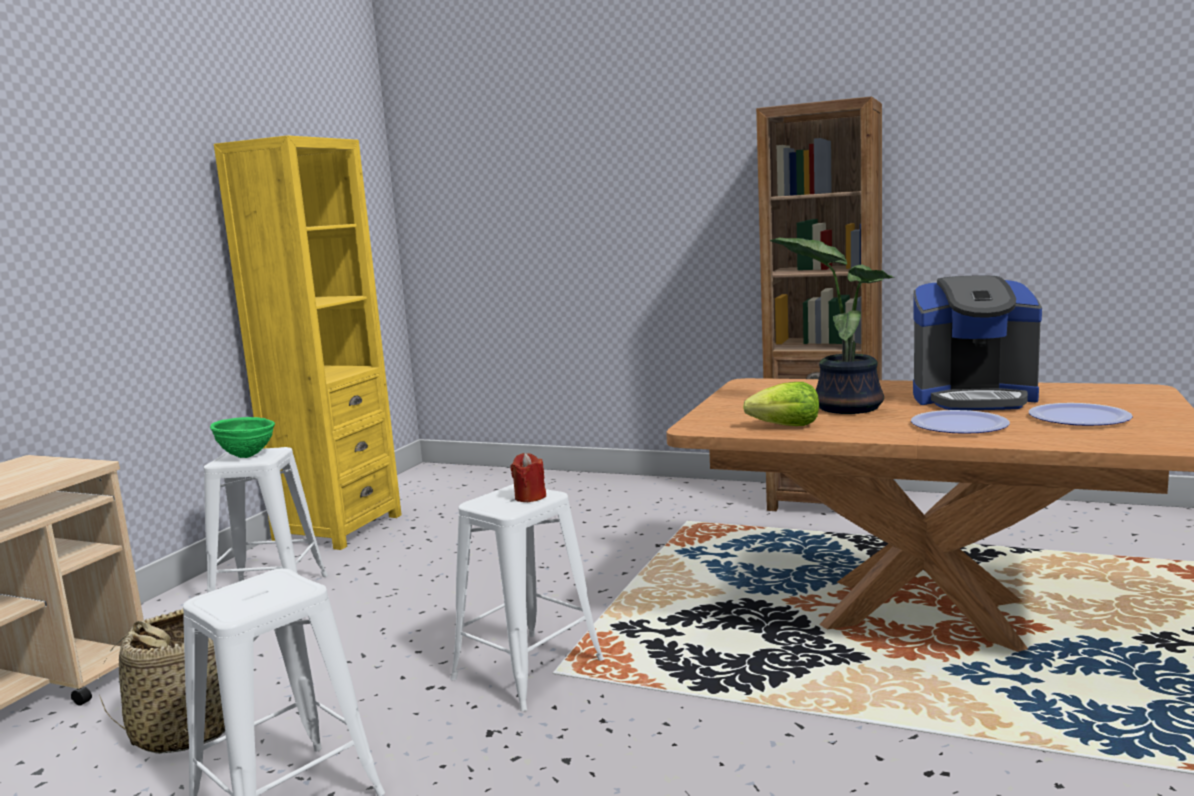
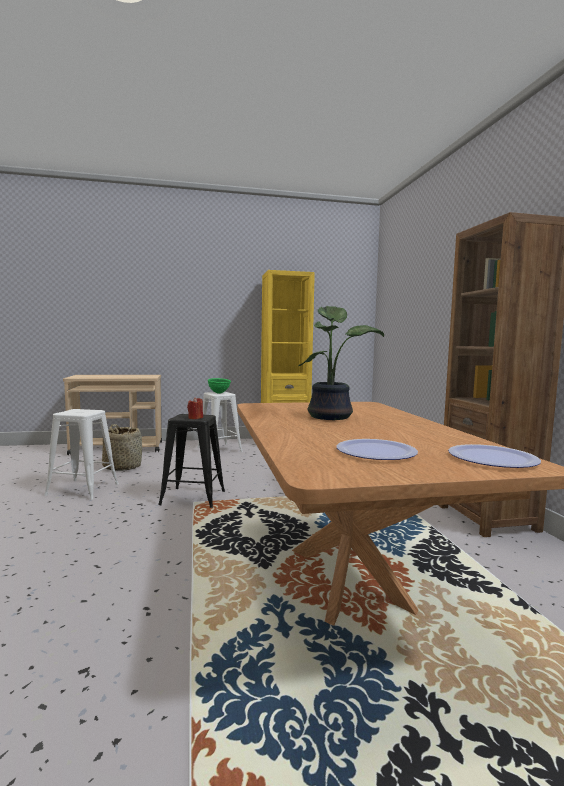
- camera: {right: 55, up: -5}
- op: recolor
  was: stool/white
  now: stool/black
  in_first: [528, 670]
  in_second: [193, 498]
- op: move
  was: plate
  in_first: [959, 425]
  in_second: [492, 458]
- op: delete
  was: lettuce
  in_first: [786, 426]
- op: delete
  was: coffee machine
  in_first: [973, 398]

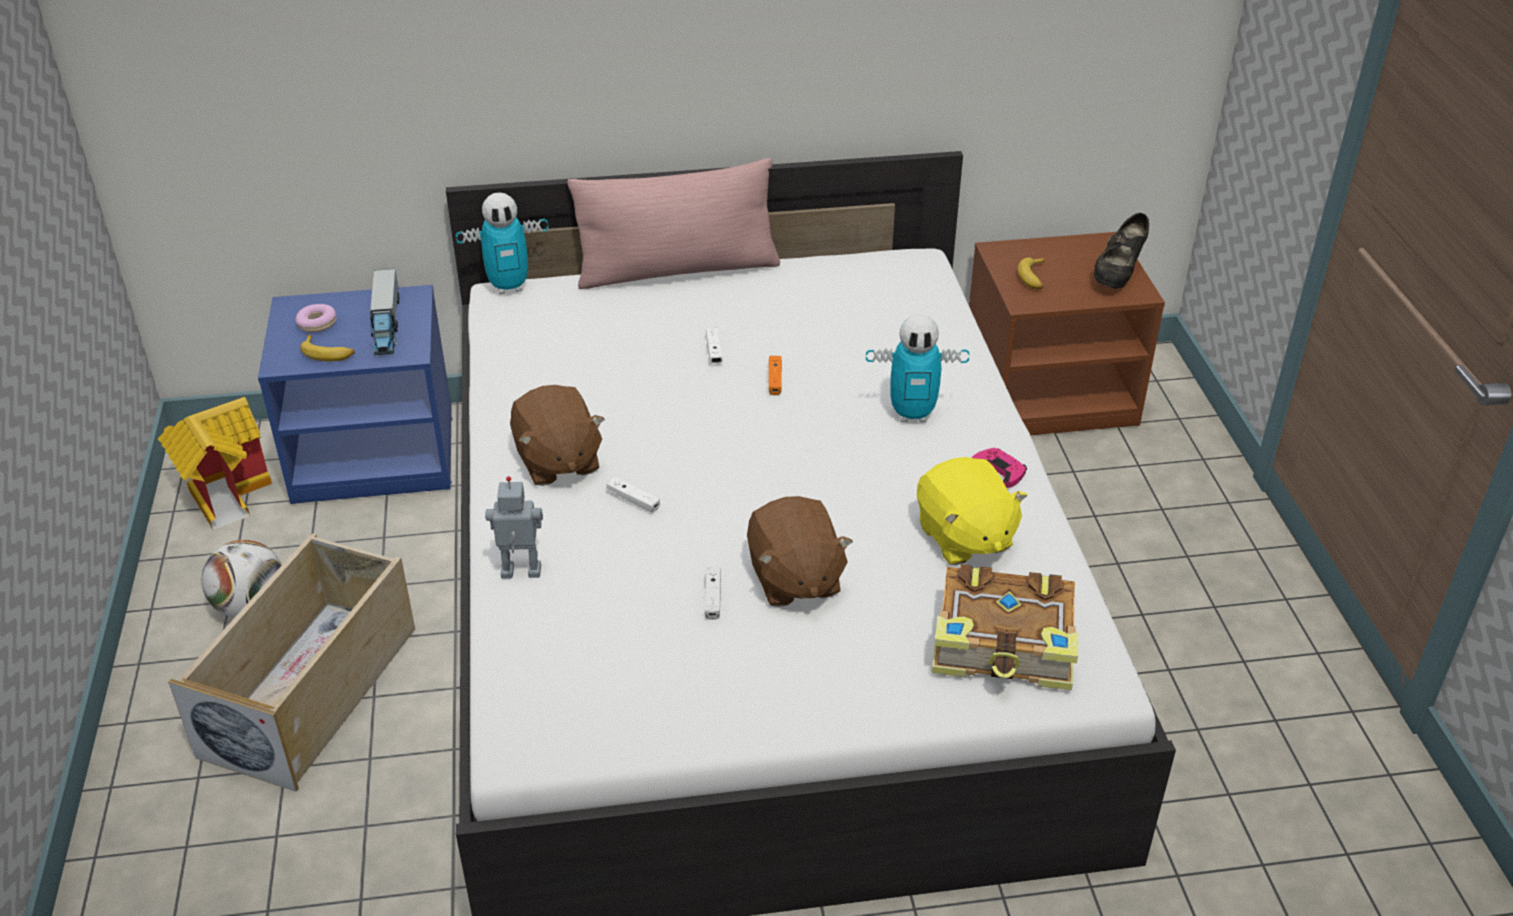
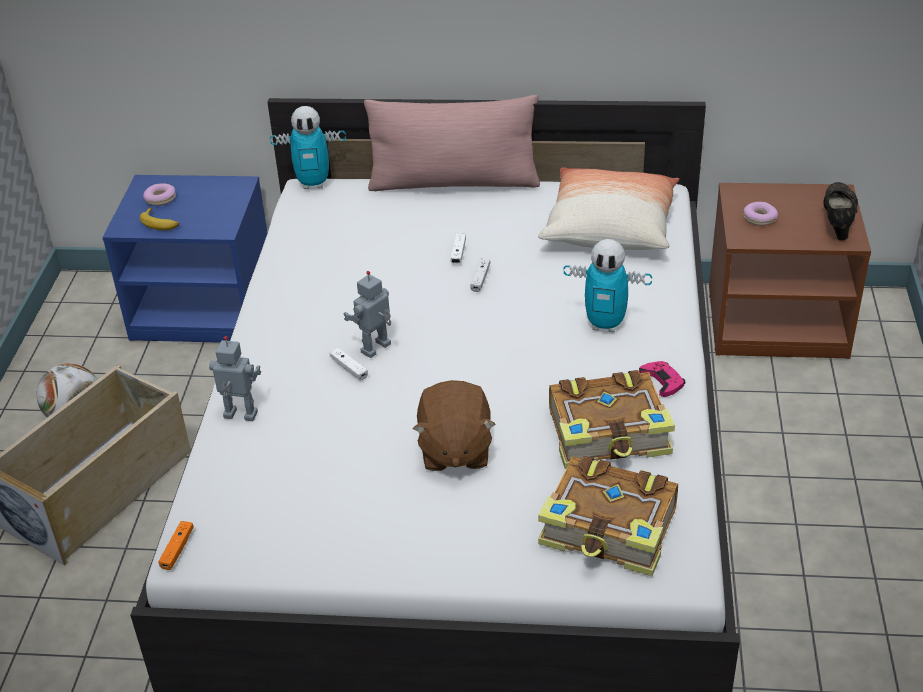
- camera: {right: 15, up: 0}
- op: move
  was: game controller/orange
  in_first: [775, 380]
  in_second: [177, 549]
- op: insert
  now: toy robot
  in_second: [377, 349]
- op: move
  was: game controller/white
  in_first: [713, 598]
  in_second: [480, 279]
- op: insert
  now: pillow
  in_second: [609, 227]
- op: replace
  was: plush toy/yellow
  now: book
  in_first: [964, 537]
  in_second: [610, 434]
- op: replace
  was: banana
  now: donut
  in_first: [1034, 278]
  in_second: [759, 218]
- op: rotate
  was: shoe/black
  in_first: [1118, 273]
  in_second: [837, 221]
  clockwise: 150
- op: delete
  was: toy house
  in_first: [226, 493]
- op: delete
  was: toy truck
  in_first: [386, 324]
- op: delete
  was: plush toy/brown
  in_first: [557, 461]

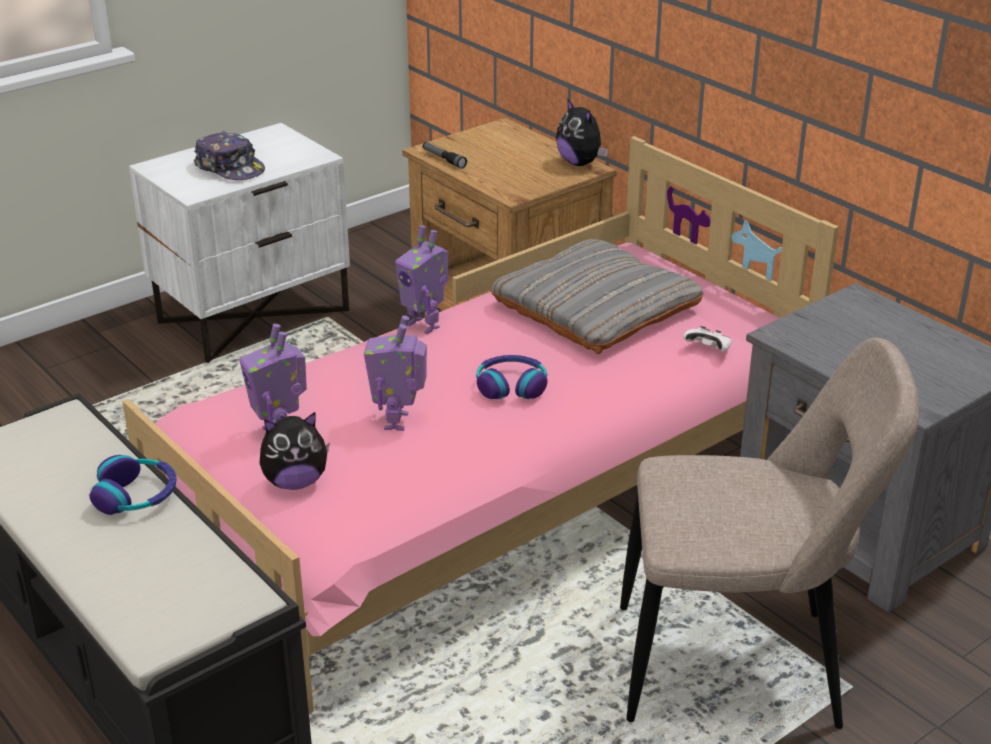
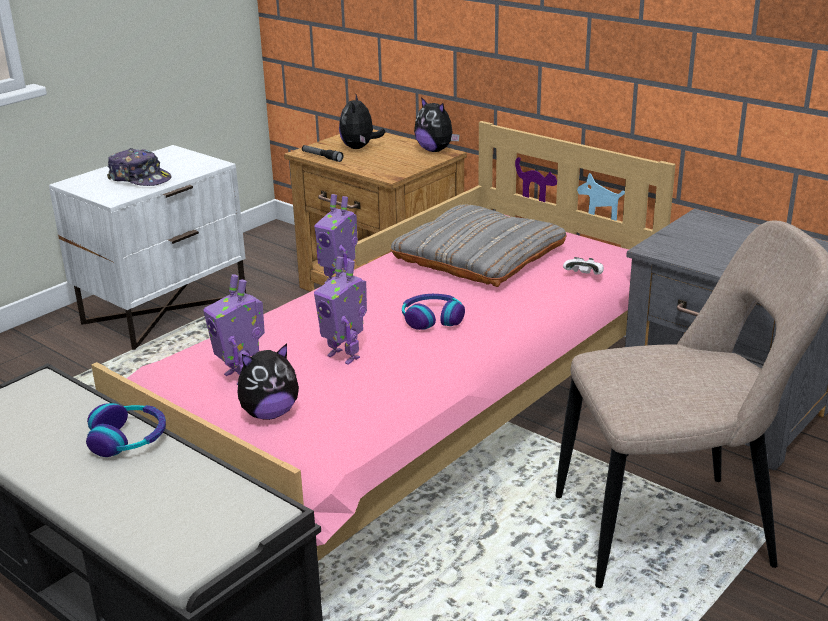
- camera: {right: -10, up: -5}
- op: rotate
  was: toy robot
  in_first: [398, 421]
  in_second: [345, 356]
  clockwise: -45
- op: insert
  now: plush toy
  in_second: [359, 148]

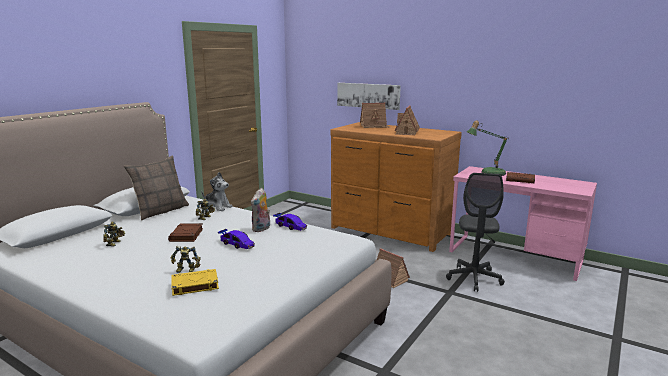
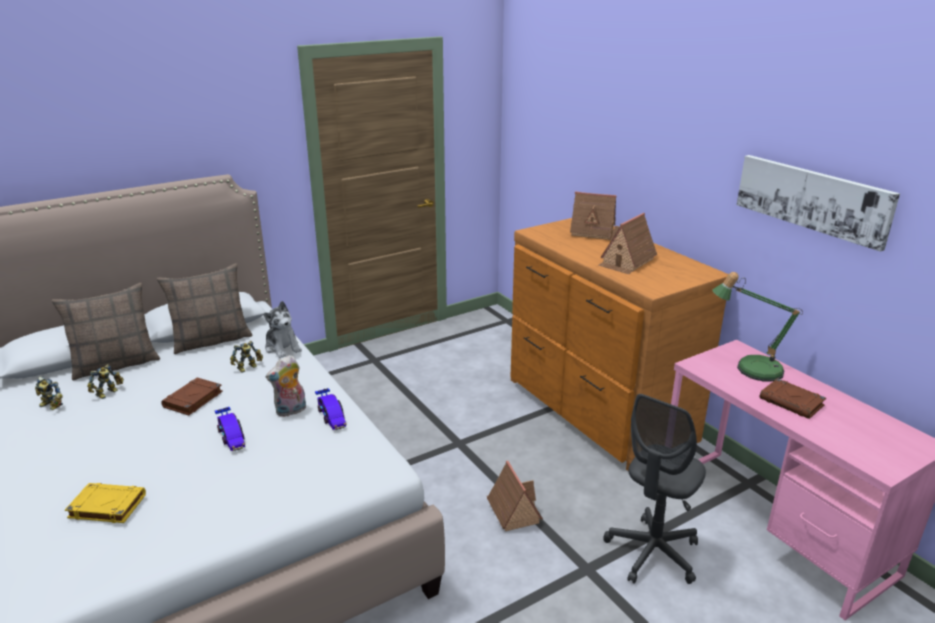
- camera: {right: 25, up: 10}
- op: move
  was: toy robot
  in_first: [186, 270]
  in_second: [50, 406]
- op: insert
  now: pillow
  in_second: [116, 364]
- op: move
  was: picture
  in_first: [368, 95]
  in_second: [812, 199]

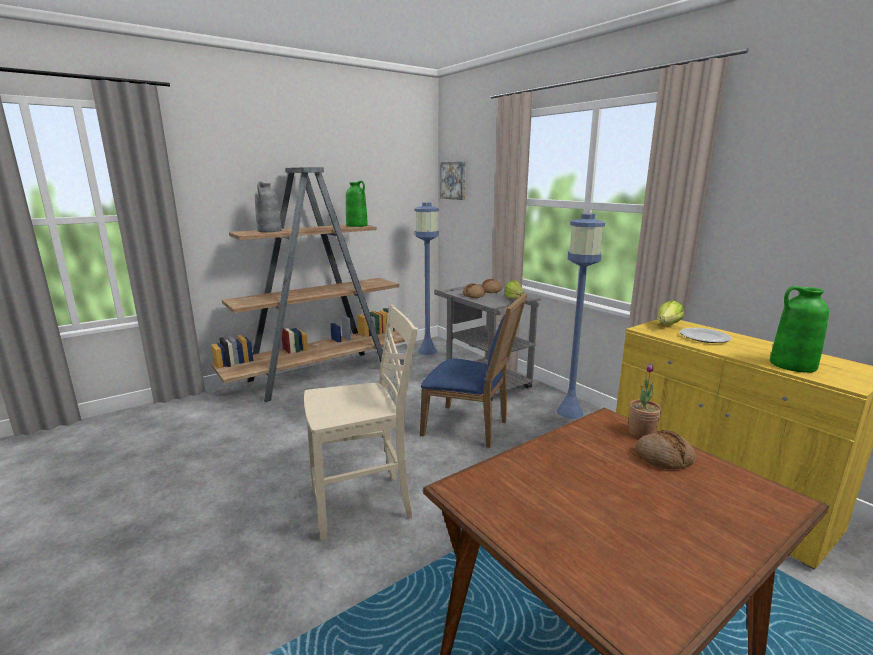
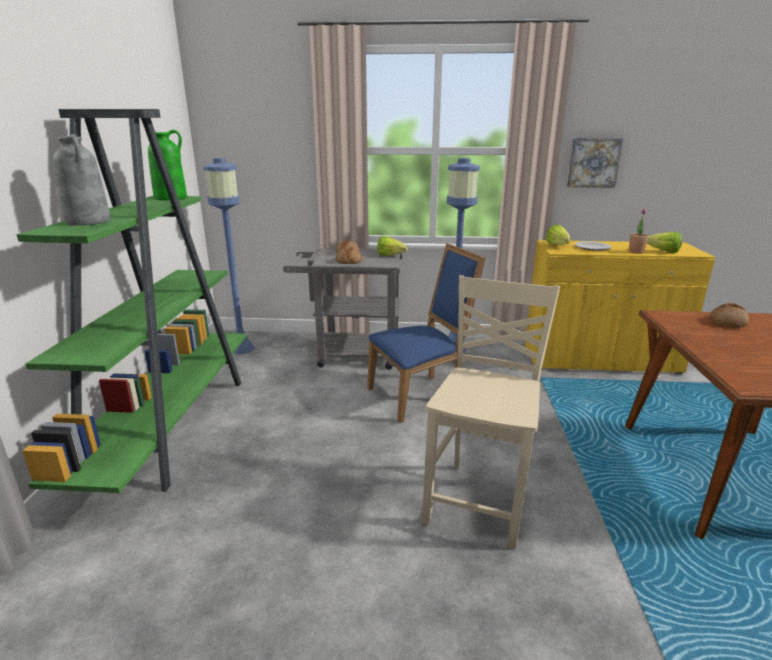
- camera: {right: -50, up: 5}
- op: recolor
  was: bookcase/brown
  now: bookcase/green
  in_first: [322, 374]
  in_second: [171, 424]
- op: move
  was: picture
  in_first: [454, 180]
  in_second: [593, 162]
- op: move
  was: potted plant
  in_first: [641, 432]
  in_second: [636, 252]
- op: replace
  was: vase/green
  now: lettuce
  in_first: [792, 365]
  in_second: [660, 251]

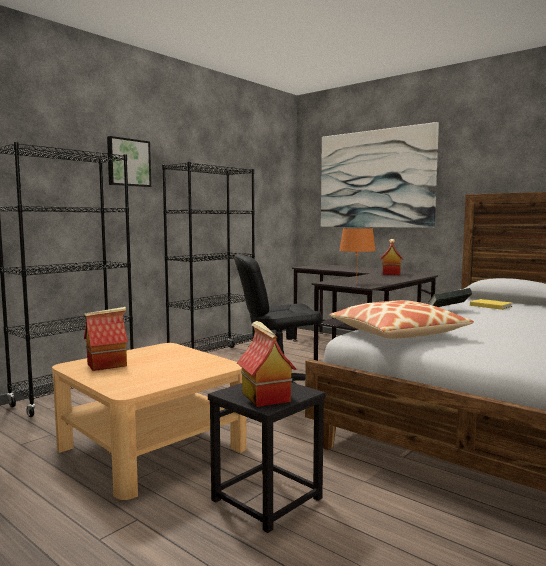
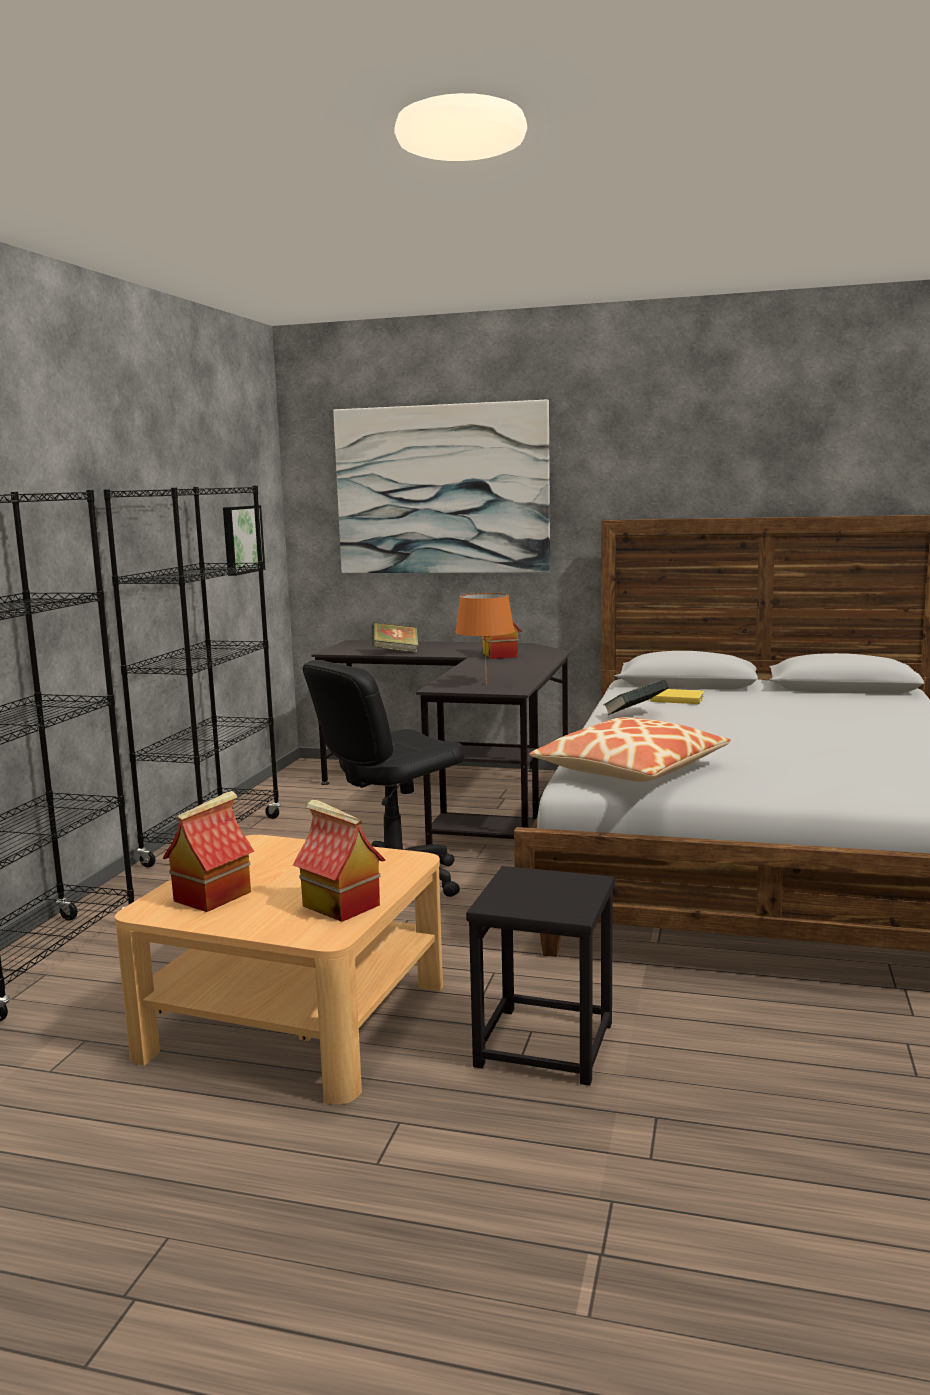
- camera: {right: -25, up: 5}
- op: move
  was: picture
  in_first: [128, 162]
  in_second: [241, 539]
- op: move
  was: toy house
  in_first: [264, 397]
  in_second: [339, 905]
- op: insert
  now: book
  in_second: [395, 652]

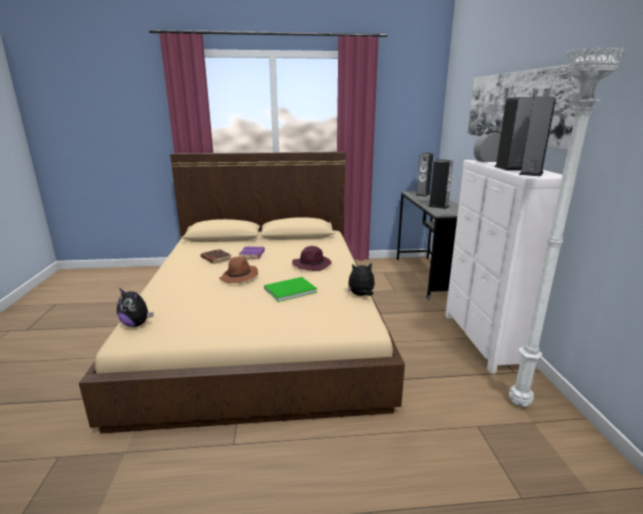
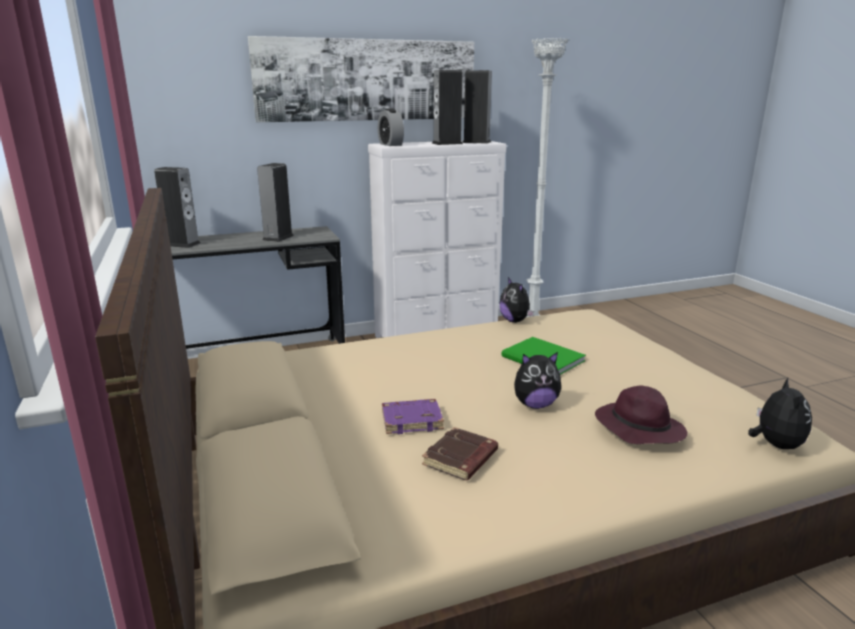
- camera: {right: -105, up: 0}
- op: replace
  was: hat/brown
  now: plush toy
  in_first: [239, 277]
  in_second: [535, 404]
- op: move
  was: hat/purple
  in_first: [312, 265]
  in_second: [637, 428]

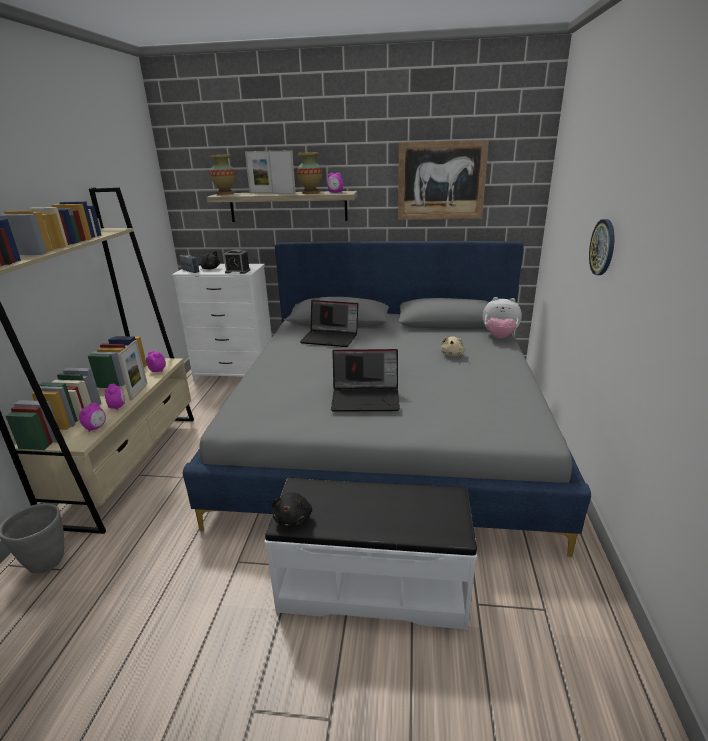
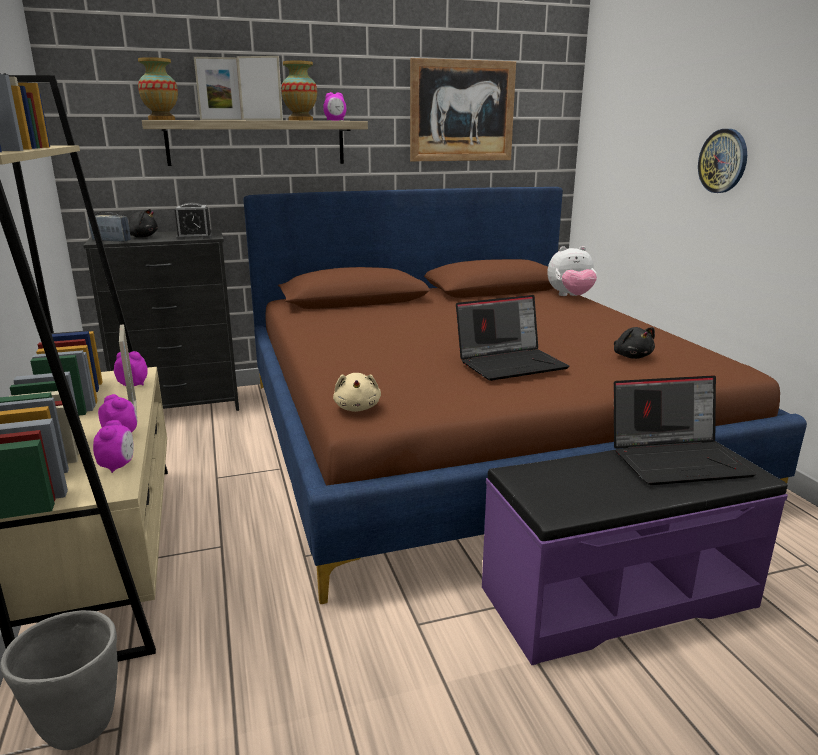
- camera: {right: -25, up: -5}
- op: recolor
  was: dresser/white
  now: dresser/black
  in_first: [235, 373]
  in_second: [179, 405]
- op: recolor
  was: bed/grey
  now: bed/brown
  in_first: [388, 433]
  in_second: [470, 436]
- op: move
  was: plush toy/beige
  in_first: [452, 354]
  in_second: [357, 408]
- op: recolor
  was: bench/white
  now: bench/purple
  in_first: [373, 584]
  in_second: [616, 595]
- op: move
  was: plush toy/black
  in_first: [293, 518]
  in_second: [631, 356]
- op: move
  was: laptop
  in_first: [331, 338]
  in_second: [678, 459]

